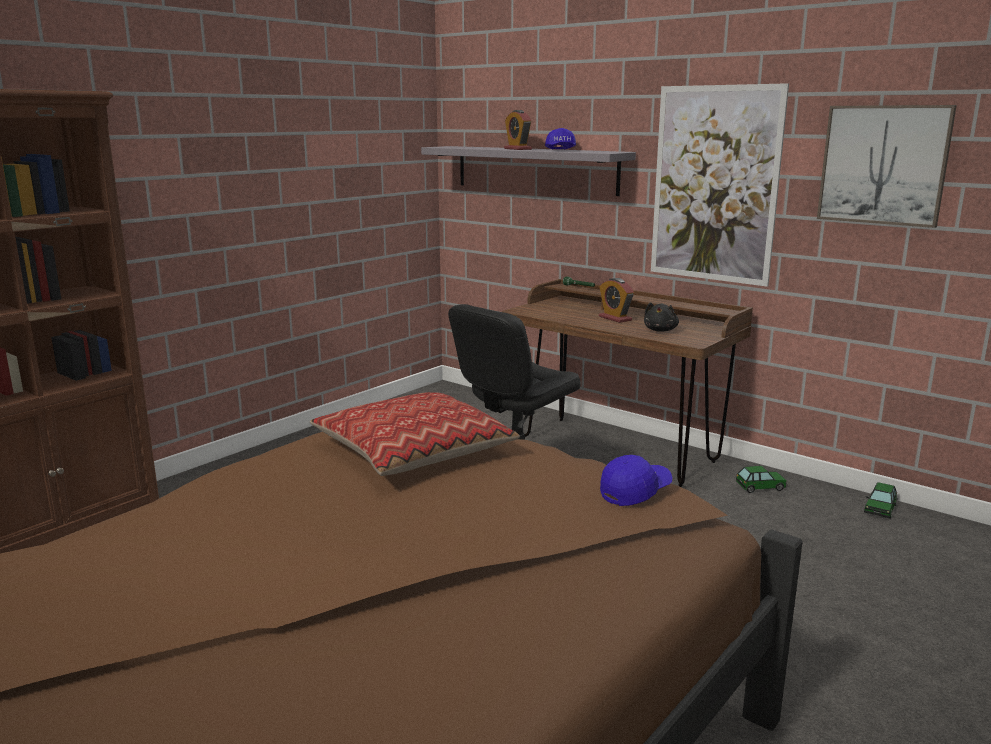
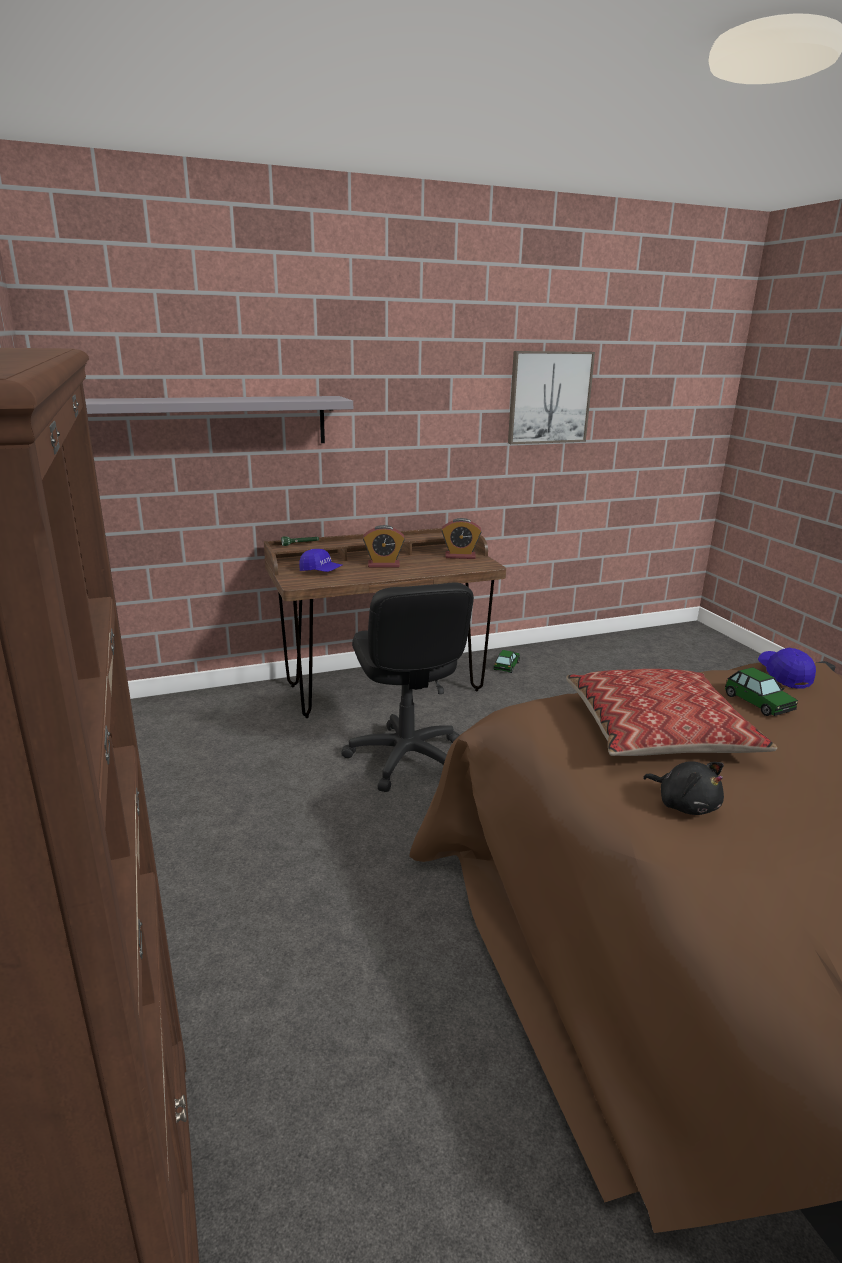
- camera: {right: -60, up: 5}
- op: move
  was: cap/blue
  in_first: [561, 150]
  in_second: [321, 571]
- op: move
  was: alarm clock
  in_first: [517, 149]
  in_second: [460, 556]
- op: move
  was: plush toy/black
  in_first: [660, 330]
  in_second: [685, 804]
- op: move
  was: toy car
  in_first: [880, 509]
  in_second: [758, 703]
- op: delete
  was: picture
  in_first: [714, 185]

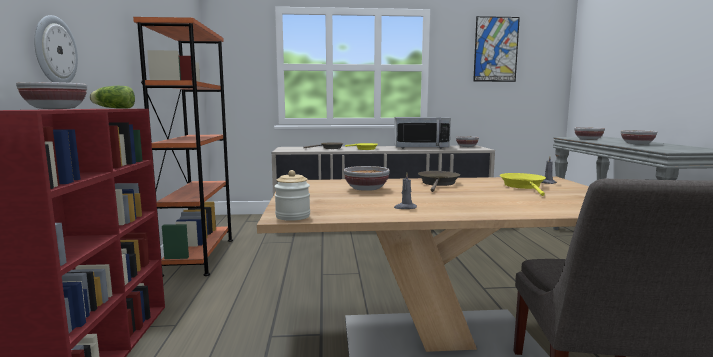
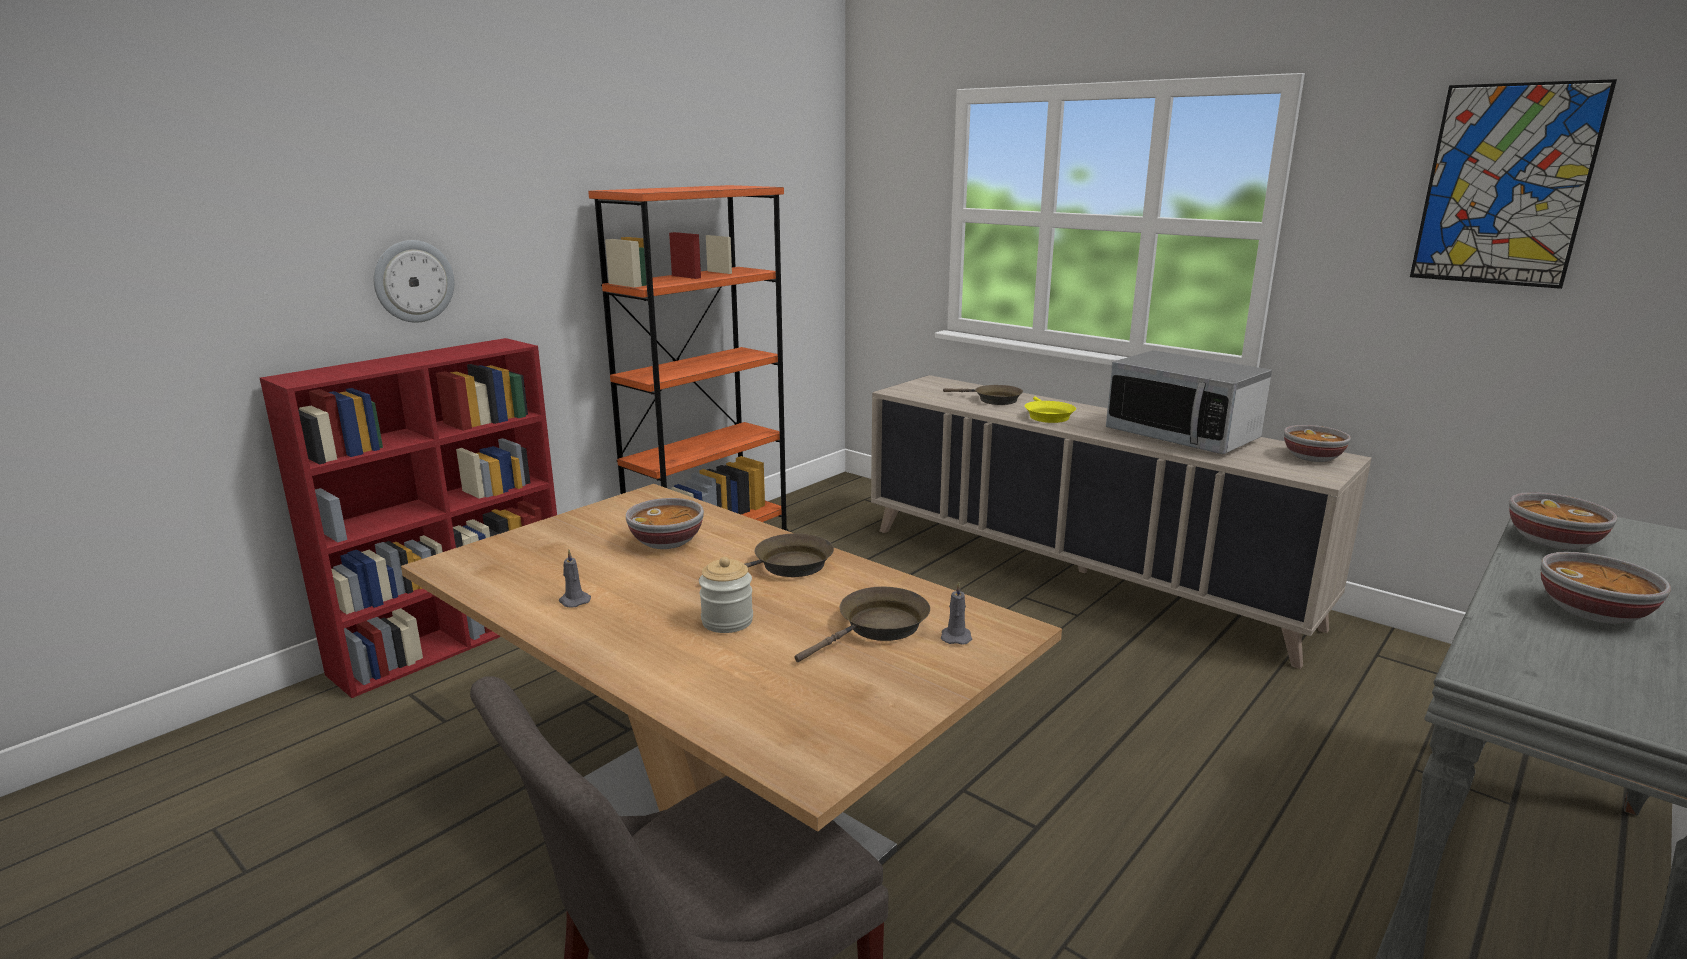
- camera: {right: 45, up: 10}
- op: move
  was: jar
  in_first: [293, 216]
  in_second: [727, 621]
- op: recolor
  was: frying pan/yellow
  now: frying pan/brown
  in_first: [523, 186]
  in_second: [878, 627]
- op: delete
  was: bowl
  in_first: [56, 109]
- op: delete
  was: lettuce
  in_first: [113, 108]

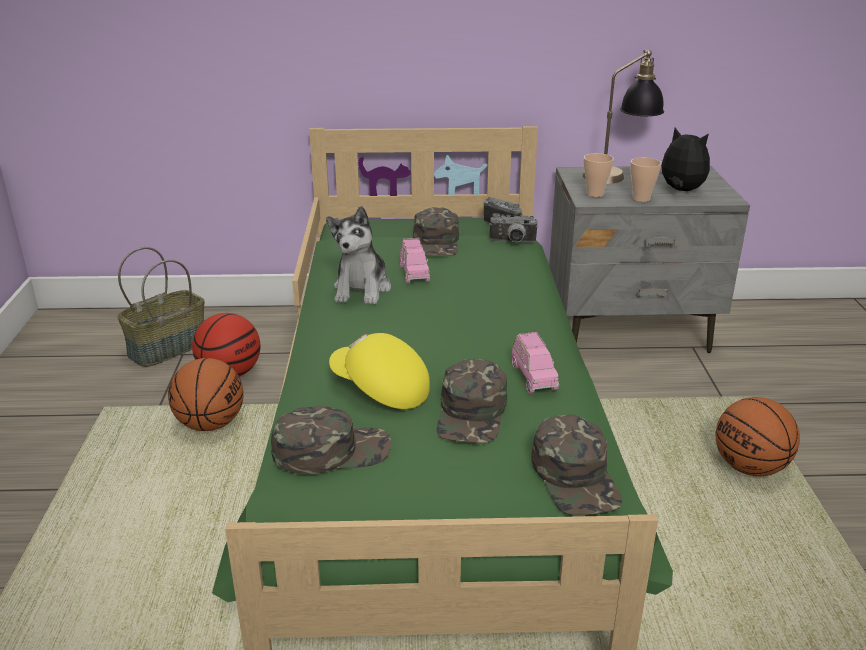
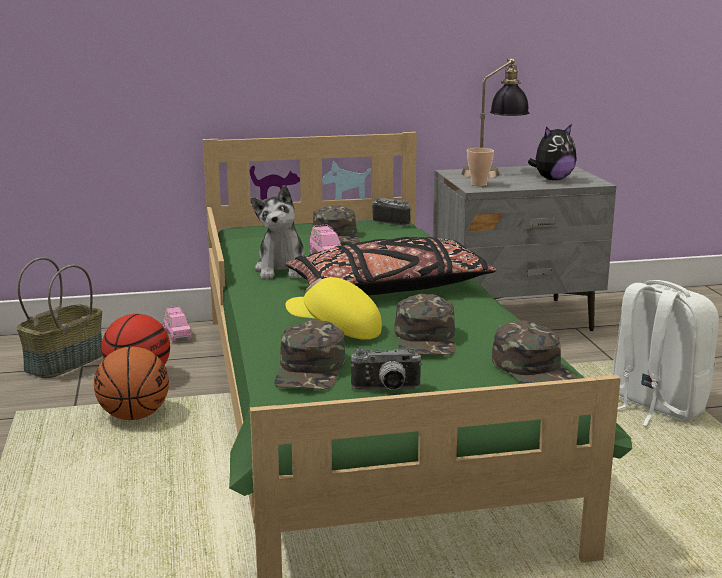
- camera: {right: -10, up: -10}
- op: move
  was: toy car/pink
  in_first: [533, 377]
  in_second: [177, 335]
- op: rotate
  was: cap/green
  in_first: [332, 450]
  in_second: [311, 370]
  clockwise: 120
- op: insert
  now: pillow/black
  in_second: [389, 289]
- op: move
  was: photo camera
  in_first: [512, 242]
  in_second: [386, 390]
- op: rotate
  was: plush toy
  in_first: [680, 190]
  in_second: [552, 179]
  clockwise: 120
- op: replace
  was: basketball
  now: backpack/white
  in_first: [749, 467]
  in_second: [654, 406]
- op: delete
  was: cup
  in_first: [641, 199]

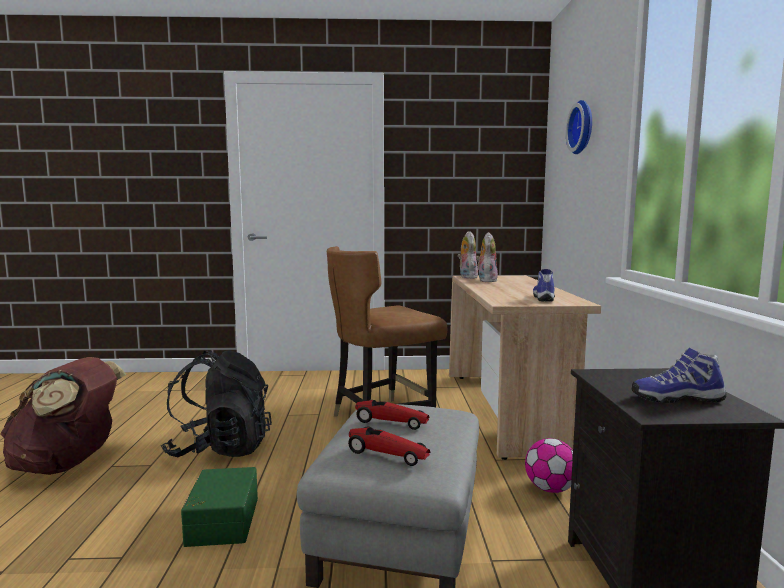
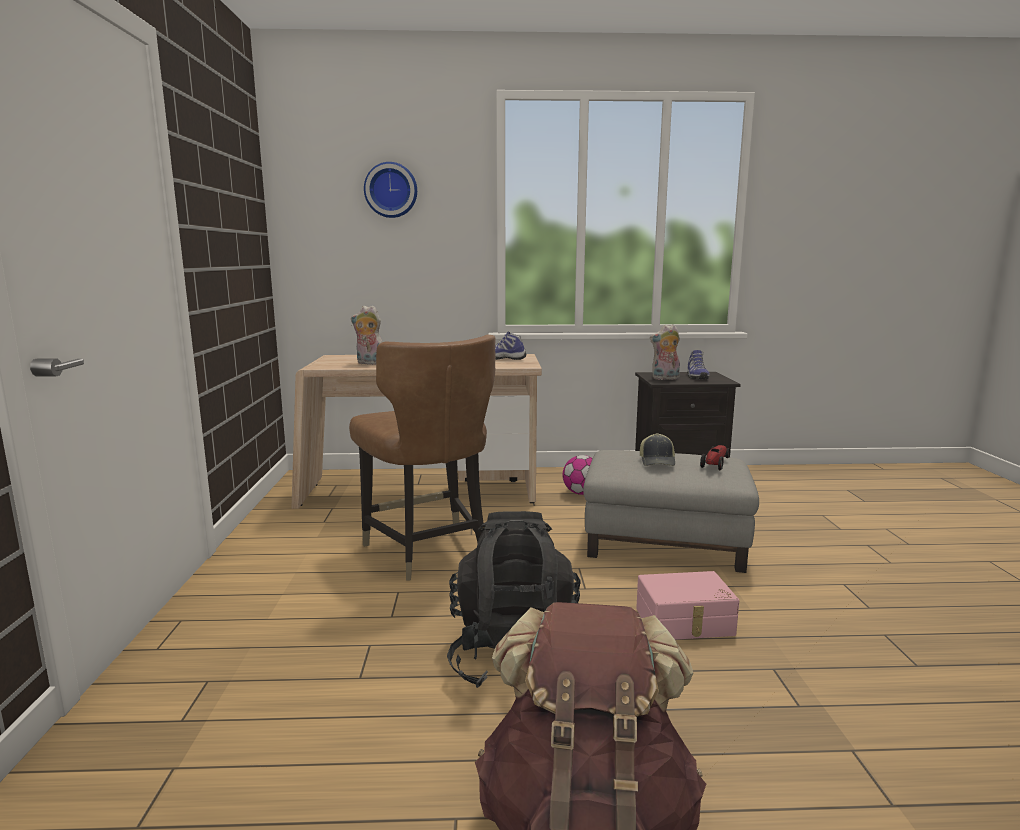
- camera: {right: -90, up: 5}
- op: recolor
  was: storage box/green
  now: storage box/pink
  in_first: [221, 521]
  in_second: [685, 623]
- op: replace
  was: toy car
  now: cap
  in_first: [391, 422]
  in_second: [658, 461]
- op: move
  was: plush toy
  in_first: [466, 277]
  in_second: [665, 378]

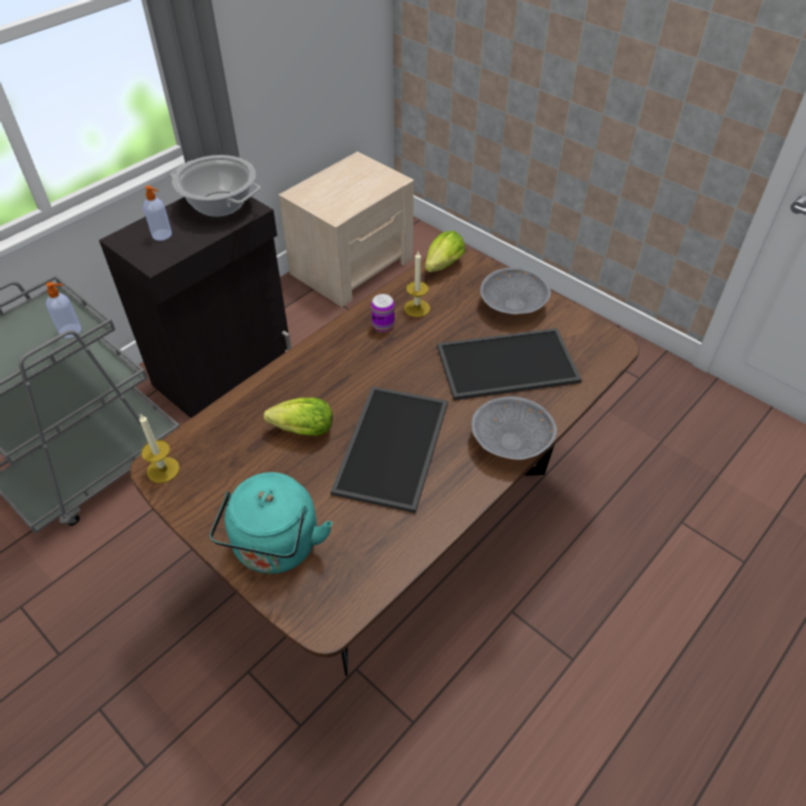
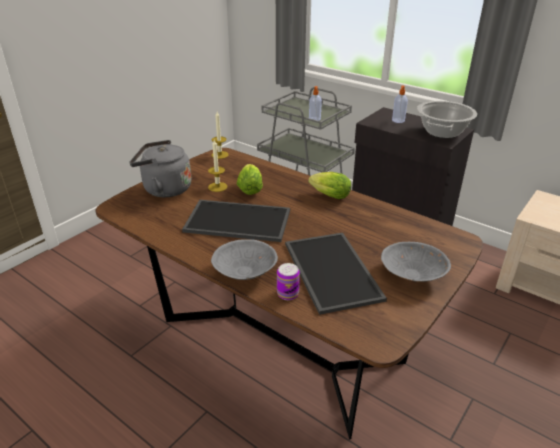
- camera: {right: 85, up: -15}
- op: recolor
  was: kettle/turquoise
  now: kettle/grey
  in_first: [275, 548]
  in_second: [164, 189]
- op: move
  was: candle
  in_first: [417, 308]
  in_second: [217, 187]
- op: move
  was: can
  in_first: [383, 325]
  in_second: [287, 293]
- op: move
  was: lettuce
  in_first: [442, 267]
  in_second: [328, 195]

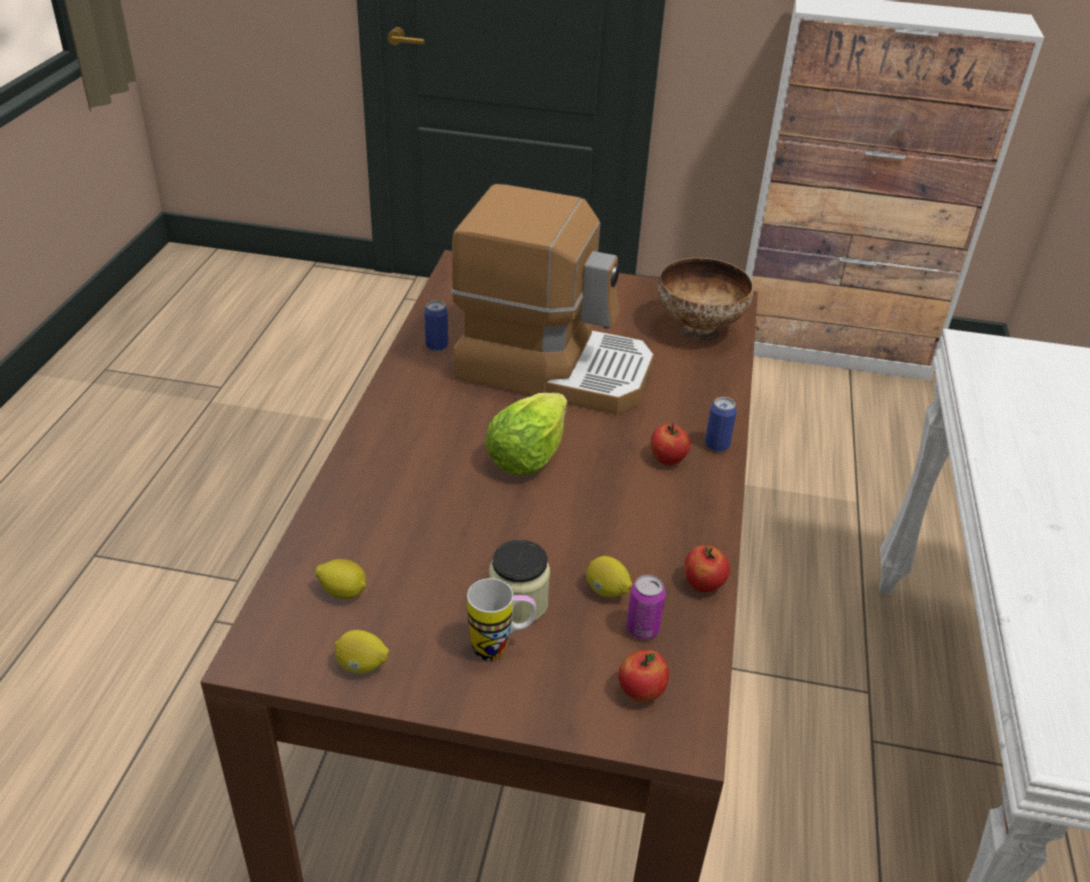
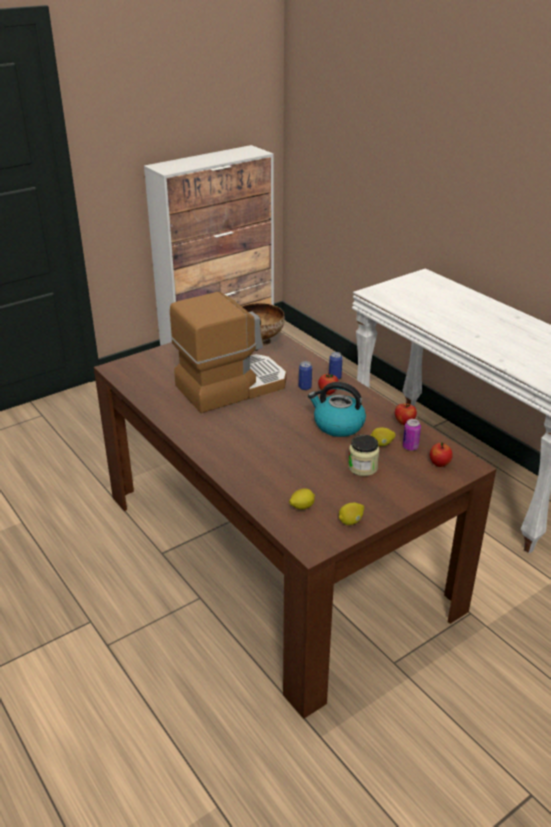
- camera: {right: -45, up: -5}
- op: move
  was: can
  in_first: [436, 346]
  in_second: [305, 387]
- op: insert
  now: kettle
  in_second: [337, 425]
- op: delete
  was: mug
  in_first: [500, 648]
- op: delete
  was: lettuce
  in_first: [527, 456]

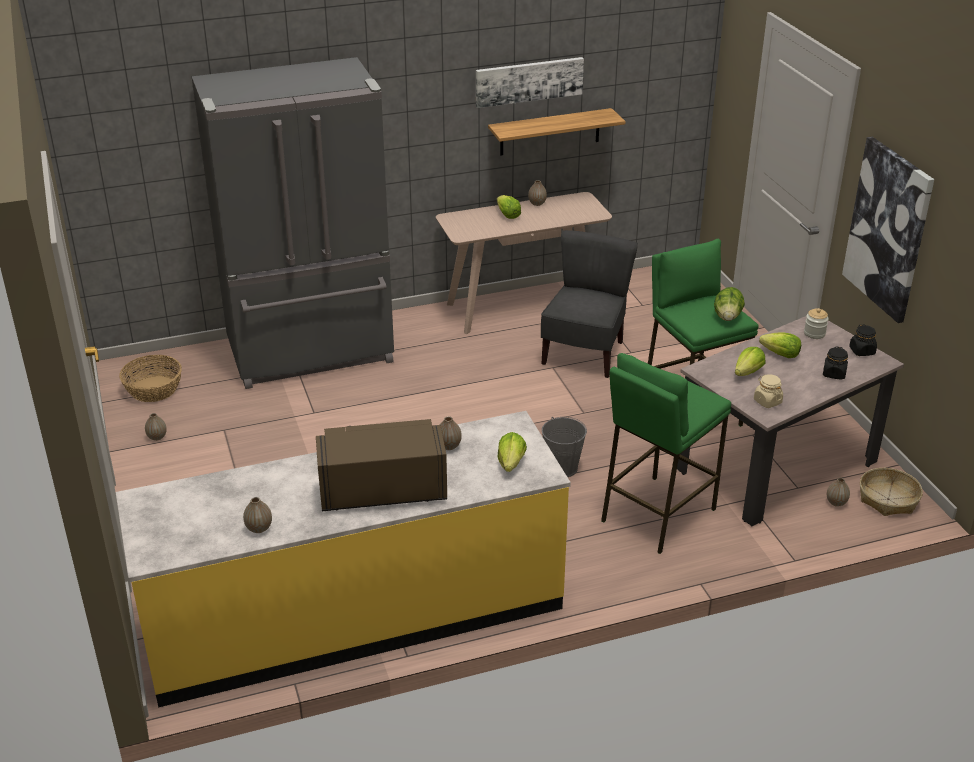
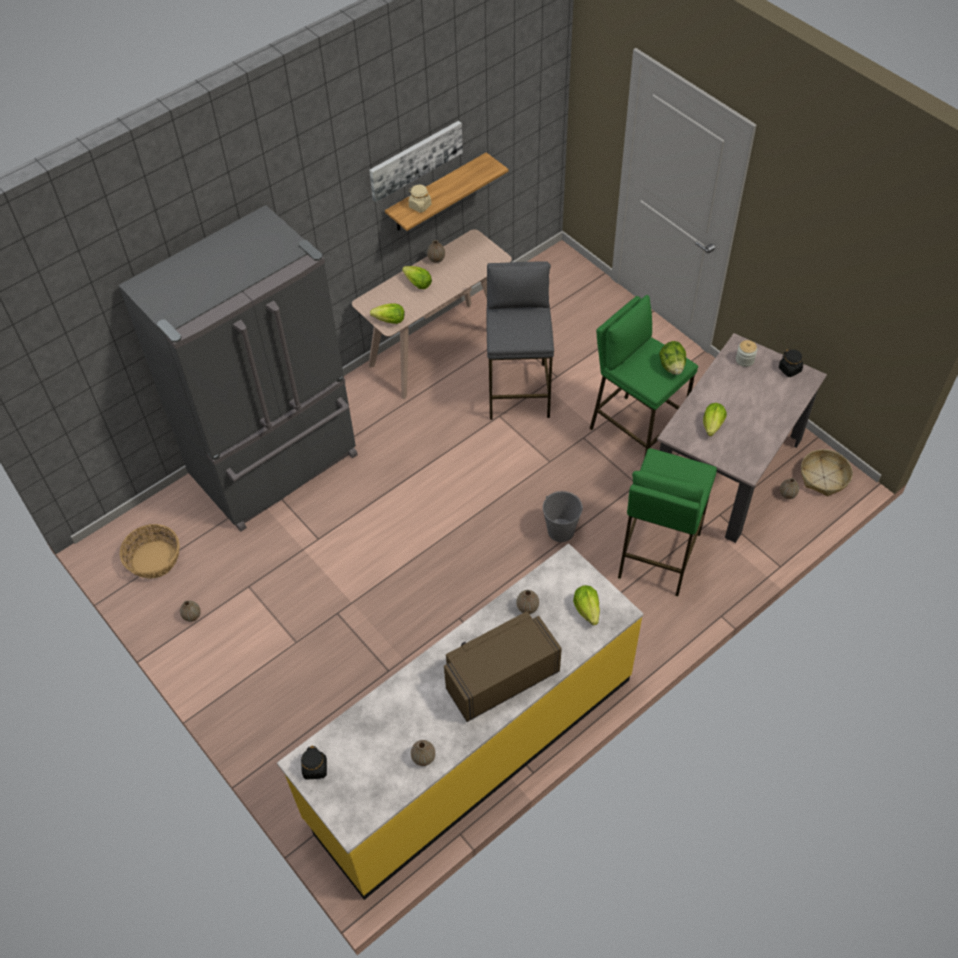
- camera: {right: -20, up: 20}
- op: move
  was: jar/black
  in_first: [834, 374]
  in_second: [315, 768]
- op: move
  was: lettuce
  in_first: [780, 355]
  in_second: [390, 321]
- op: move
  was: jar/beige
  in_first: [767, 401]
  in_second: [420, 206]
- op: replace
  was: chair/grey
  now: stool/grey
  in_first: [584, 354]
  in_second: [518, 390]
- op: delete
  was: picture
  in_first: [888, 229]

